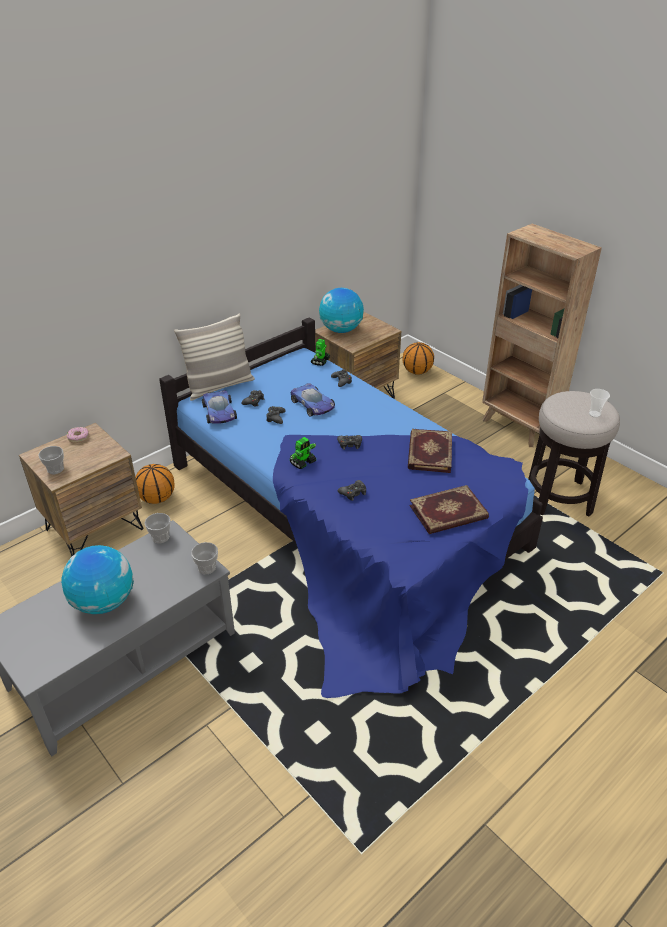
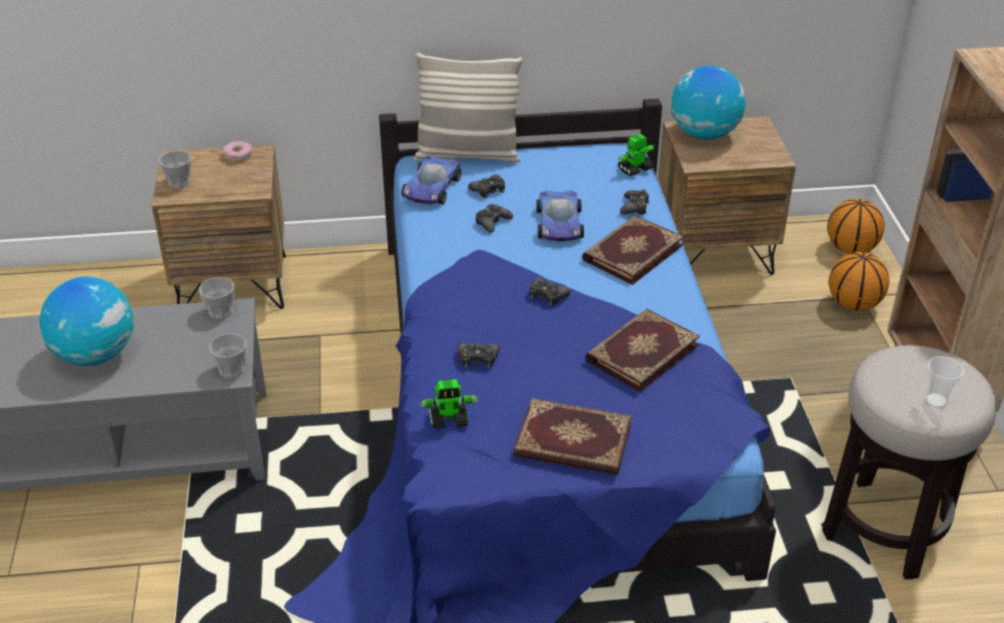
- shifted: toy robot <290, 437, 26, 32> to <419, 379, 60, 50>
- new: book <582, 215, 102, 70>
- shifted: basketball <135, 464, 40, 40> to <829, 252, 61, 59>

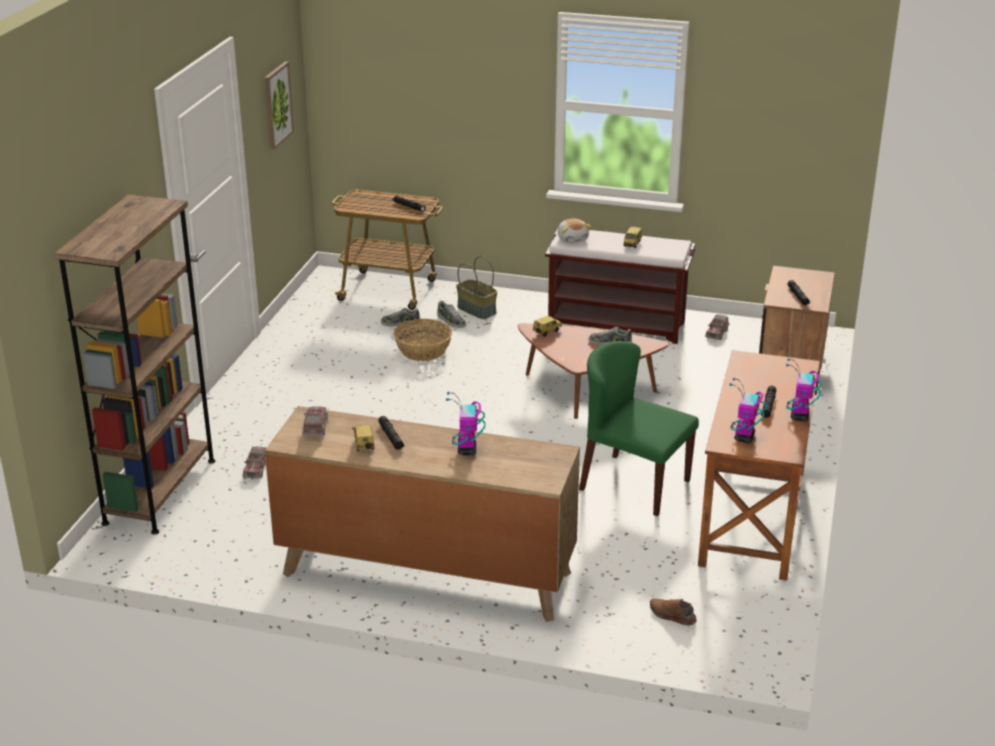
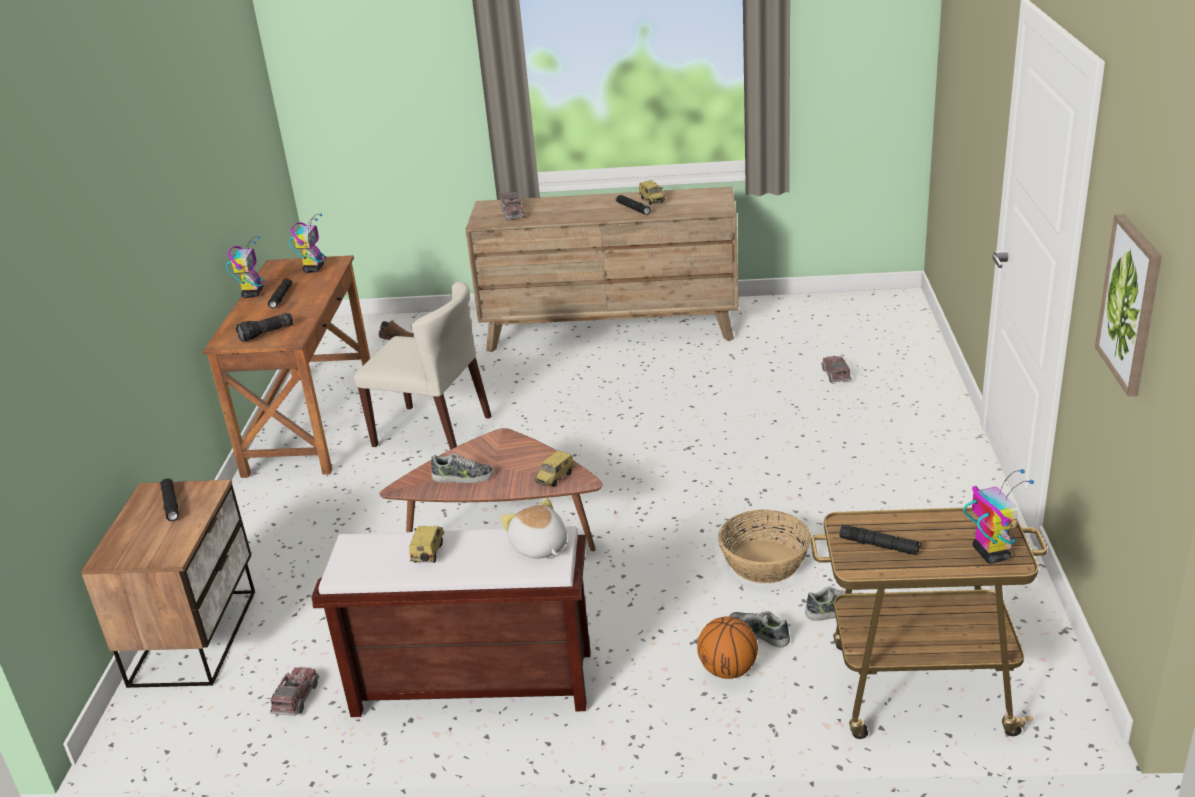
- new: flashlight <236, 313, 57, 29>
- repainted: plain chair in greenish <579, 341, 120, 175> to plain chair in beige <354, 282, 137, 168>
- shifted: model truck <302, 406, 26, 30> to <501, 191, 24, 29>
- swapped: household basket <456, 256, 41, 63> to basketball <697, 616, 61, 63>
- shifted: toy robot <446, 392, 40, 63> to <963, 469, 71, 94>
- gone: bookcase in brown-coloured <54, 194, 161, 340>

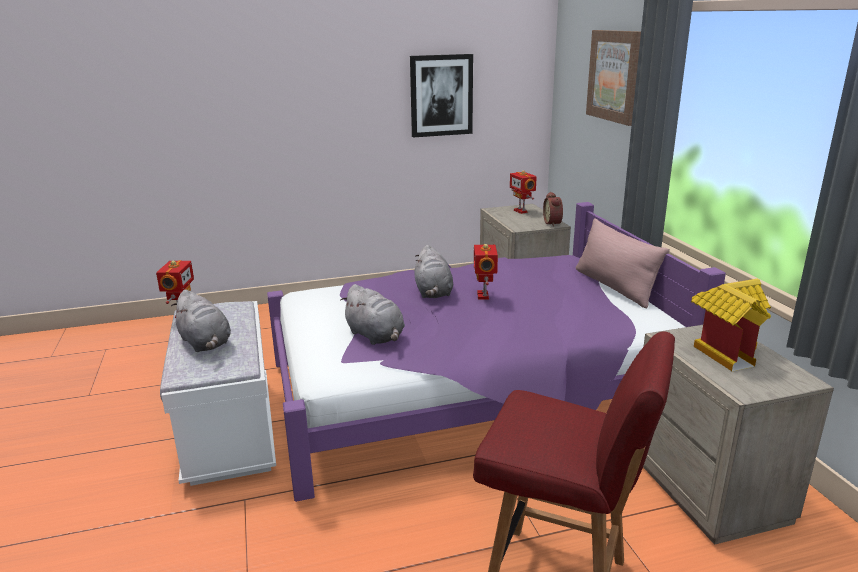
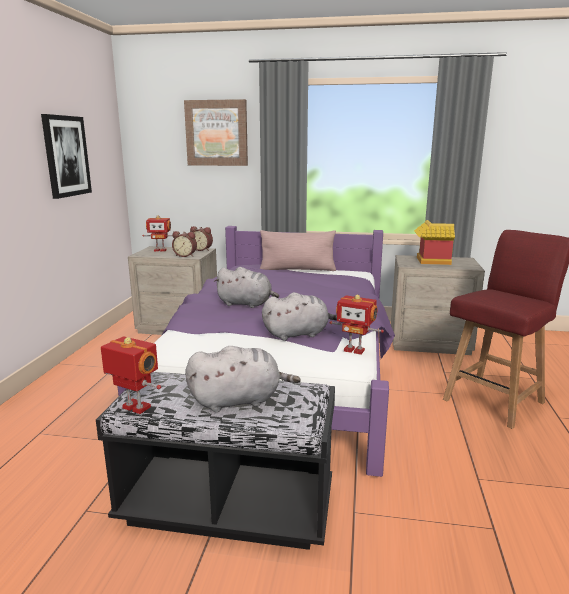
- repainted: bench in white-coloured <160, 301, 116, 185> to bench in black <96, 372, 239, 178>
- new: alarm clock <172, 231, 25, 26>
- shifted: toy robot <473, 244, 25, 55> to <330, 295, 54, 60>

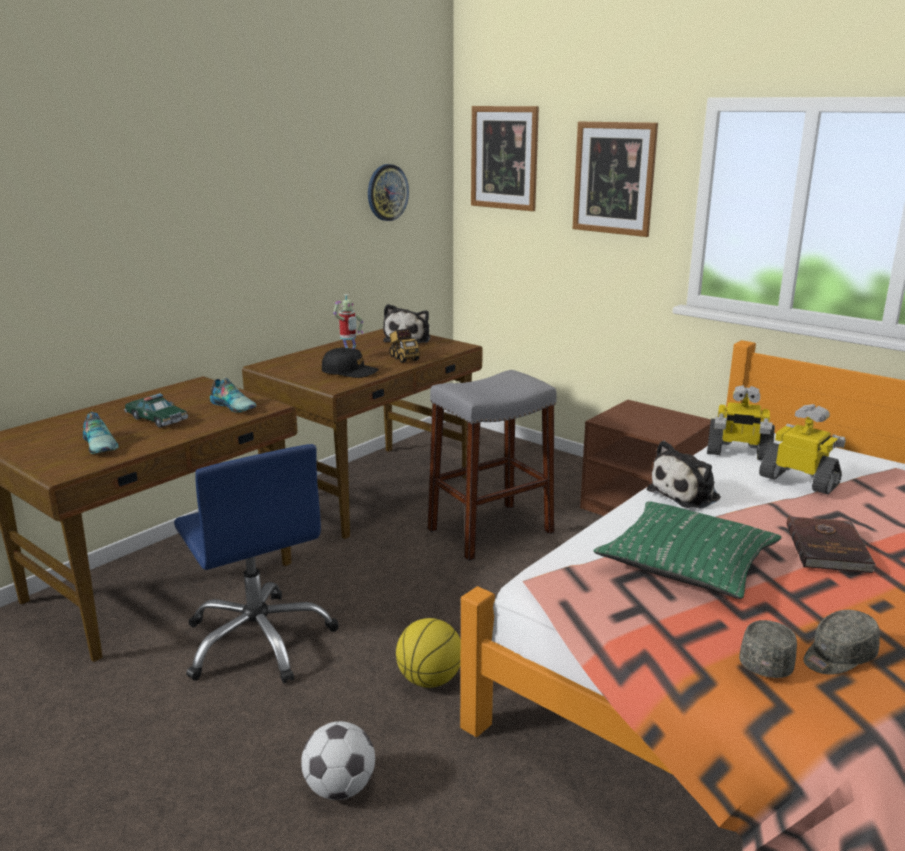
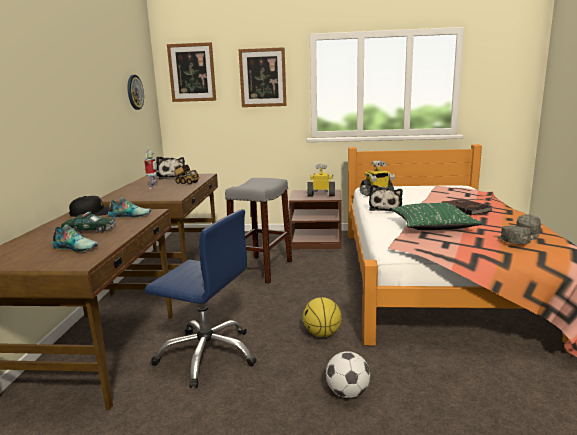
- shifted: cap in black <322, 347, 57, 31> to <69, 196, 40, 21>
- shifted: toy robot <759, 404, 87, 90> to <307, 163, 28, 33>

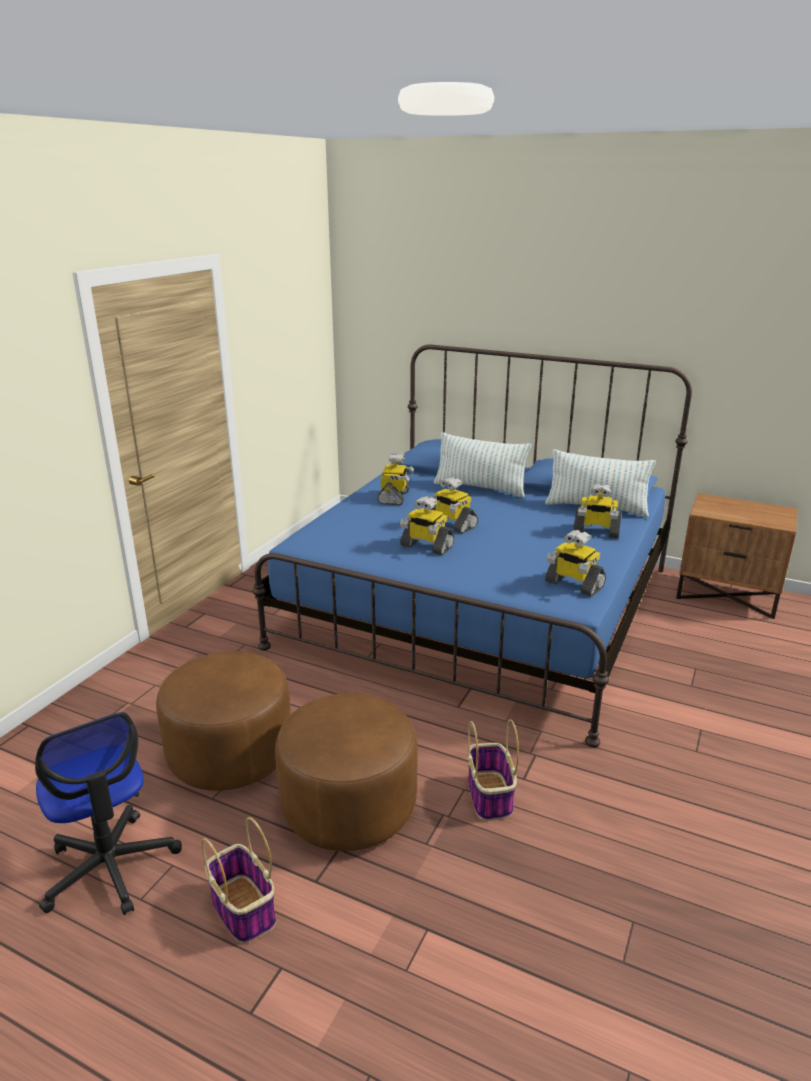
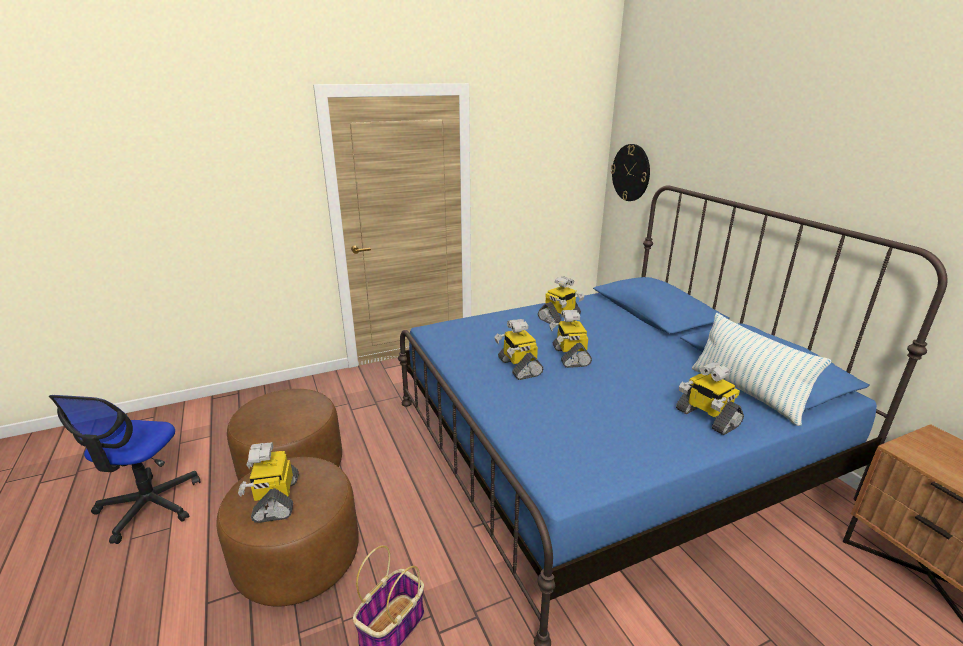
- shifted: toy robot <545, 530, 61, 67> to <238, 442, 61, 81>
- new: hanging clock <611, 144, 39, 57>
- gone: household basket <201, 817, 75, 127>
- gone: pillow <434, 432, 98, 65>

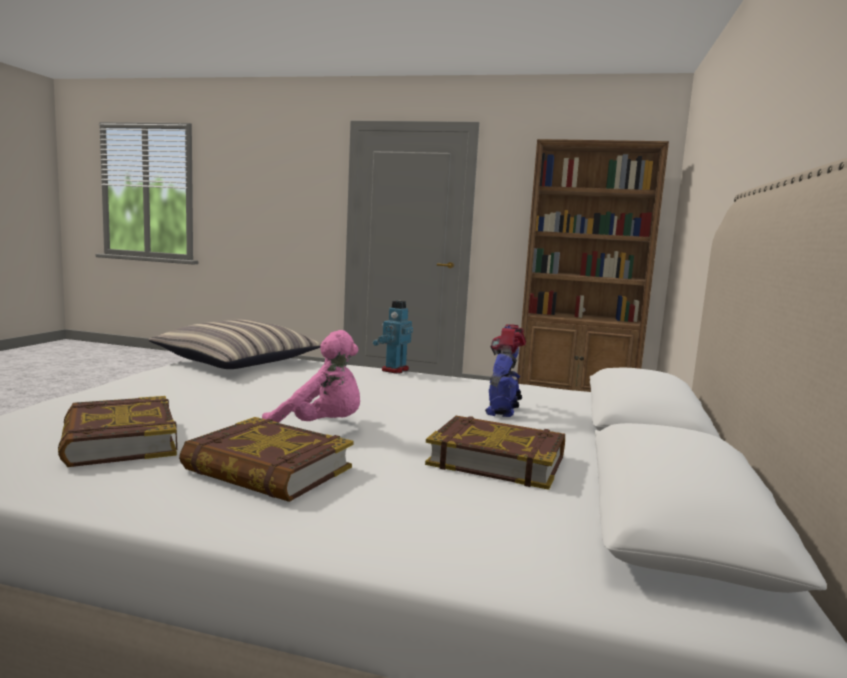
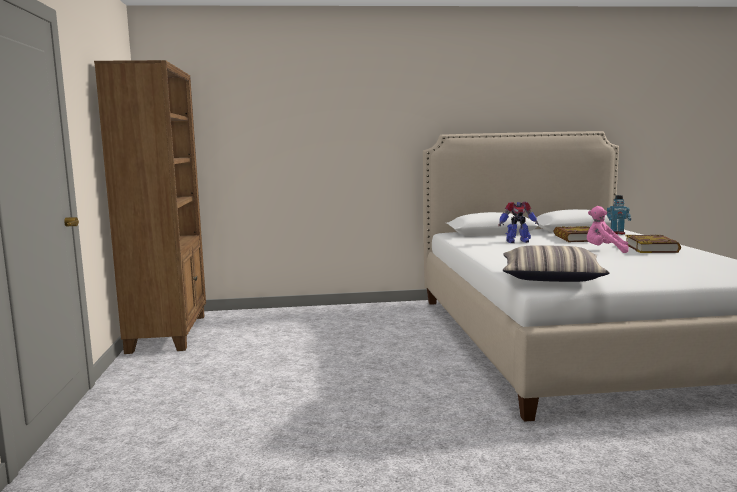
- rotated: cuddly toy in pink <262, 330, 98, 93> = <587, 206, 42, 47> 60 degrees counterclockwise
- shifted: toy robot <373, 300, 40, 74> to <607, 195, 24, 40>
- gone: book <58, 396, 119, 71>

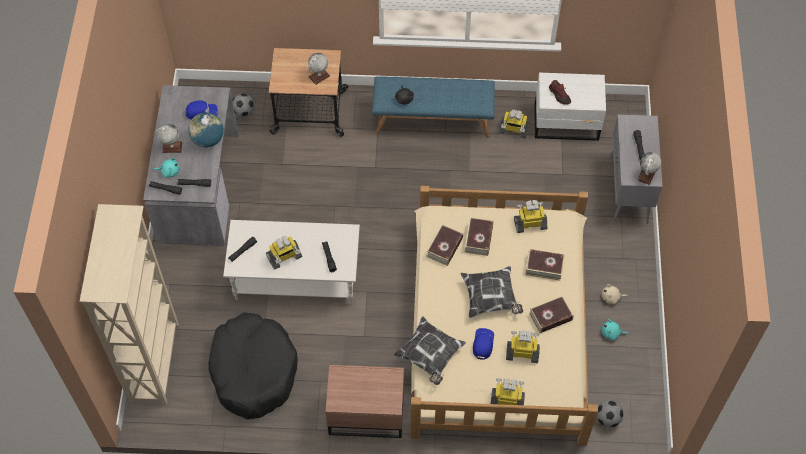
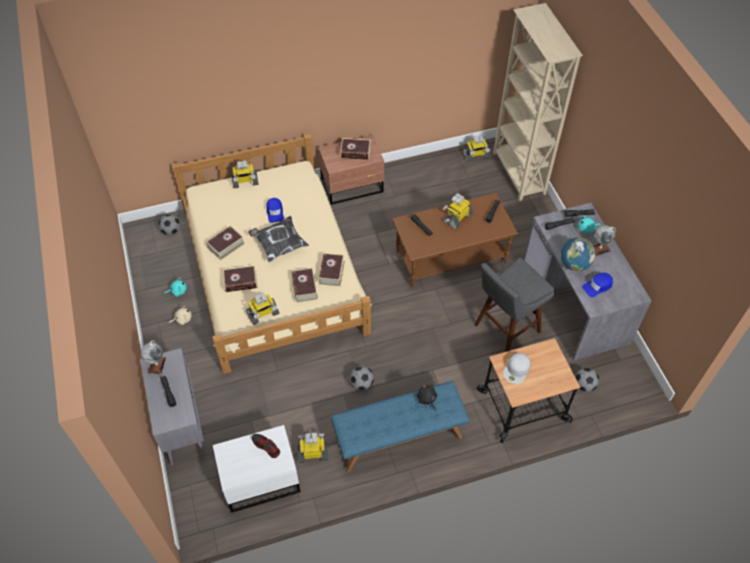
- new: book <340, 138, 31, 22>
- new: football ball <350, 366, 24, 24>
- repainted: lounge table in white-coloured <223, 220, 137, 85> to lounge table in brown-coloured <392, 193, 126, 95>
- shifted: toy robot <506, 330, 34, 33> to <463, 135, 27, 27>
- new: stool in gray <474, 257, 81, 95>
- swapped: globe <308, 53, 22, 32> to cap in white-coloured <503, 353, 28, 31>
- gone: dog cushion in black <208, 312, 90, 107>
- gone: pillow <393, 316, 73, 69>

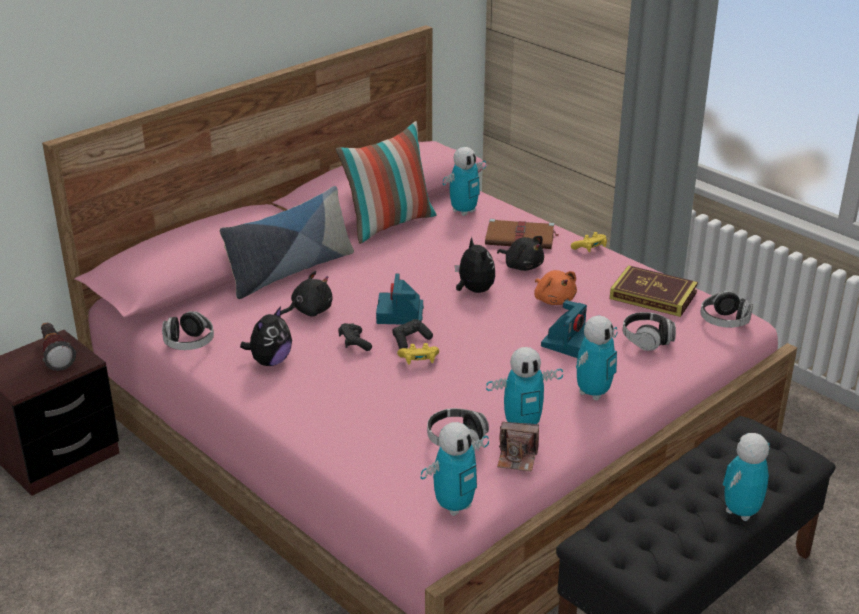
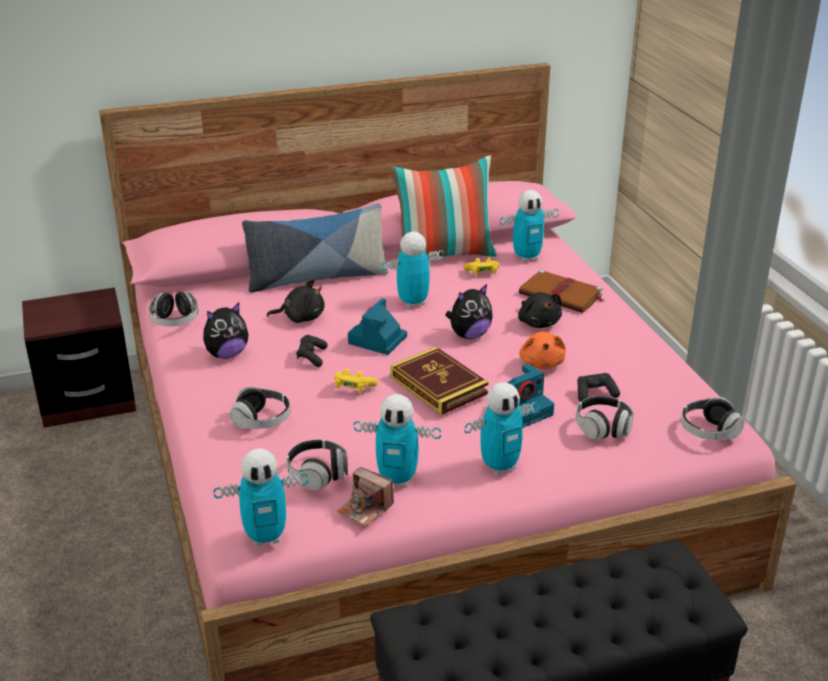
- new: headphones <230, 387, 60, 42>
- shifted: toy robot <723, 433, 47, 88> to <381, 231, 63, 77>
- shifted: book <610, 265, 88, 52> to <390, 347, 99, 68>
- rotated: cuddly toy <455, 237, 40, 56> = <445, 284, 48, 55> 60 degrees clockwise
- shifted: joypad in yellow-coloured <571, 232, 36, 20> to <463, 257, 36, 19>
- shifted: joypad in black <392, 319, 41, 30> to <577, 373, 43, 29>
- gone: flashlight <41, 322, 35, 49>

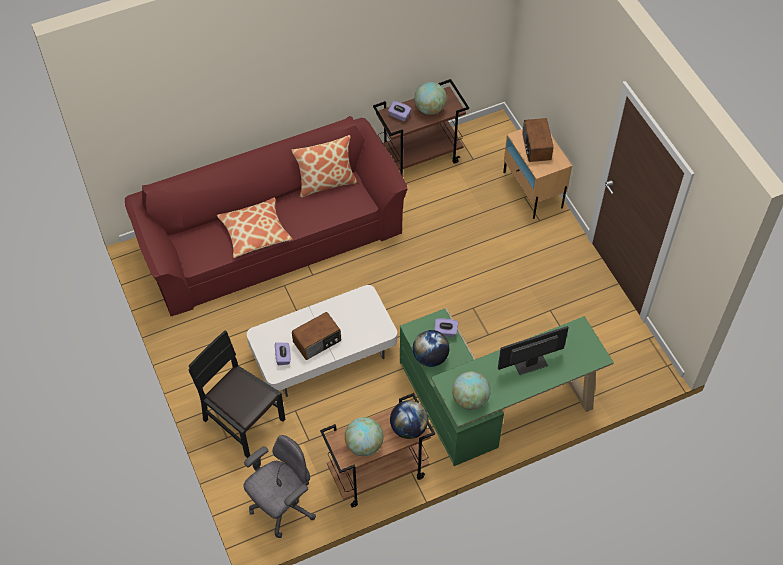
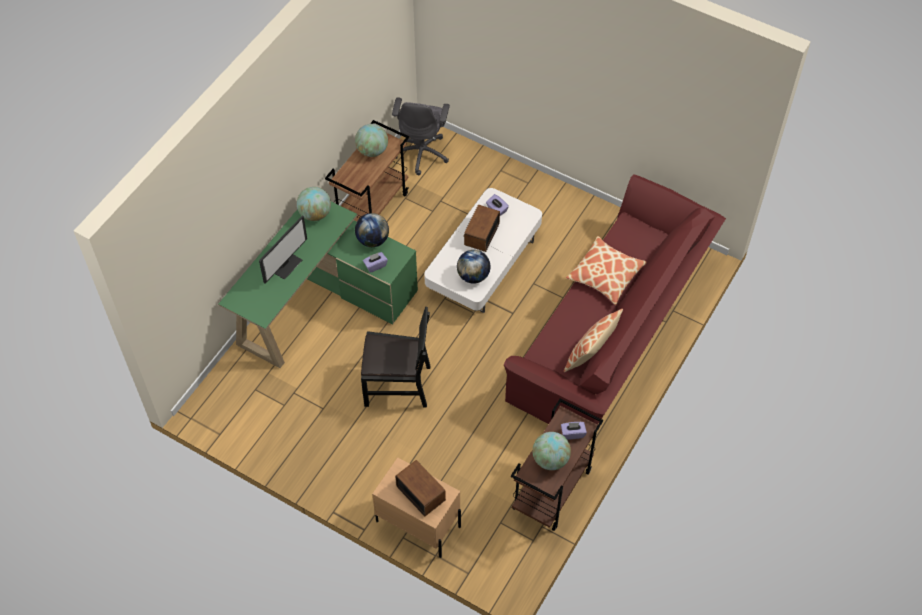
- shifted: plain chair in black <188, 330, 97, 128> to <361, 307, 70, 101>
- shifted: globe <390, 400, 38, 39> to <457, 250, 34, 34>

